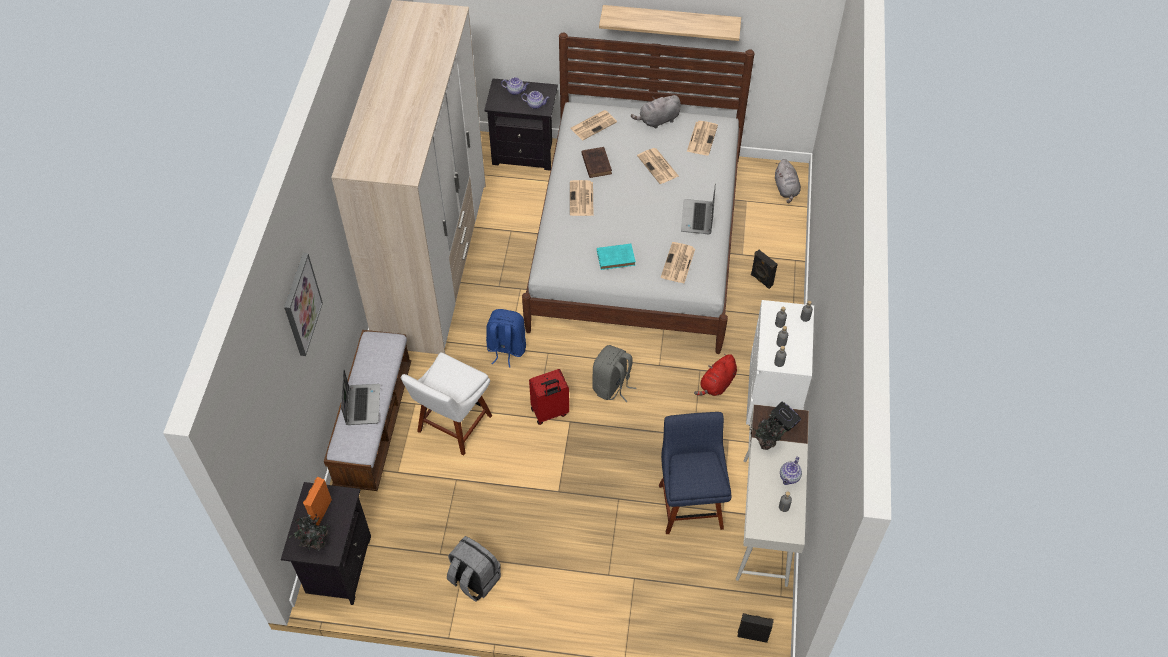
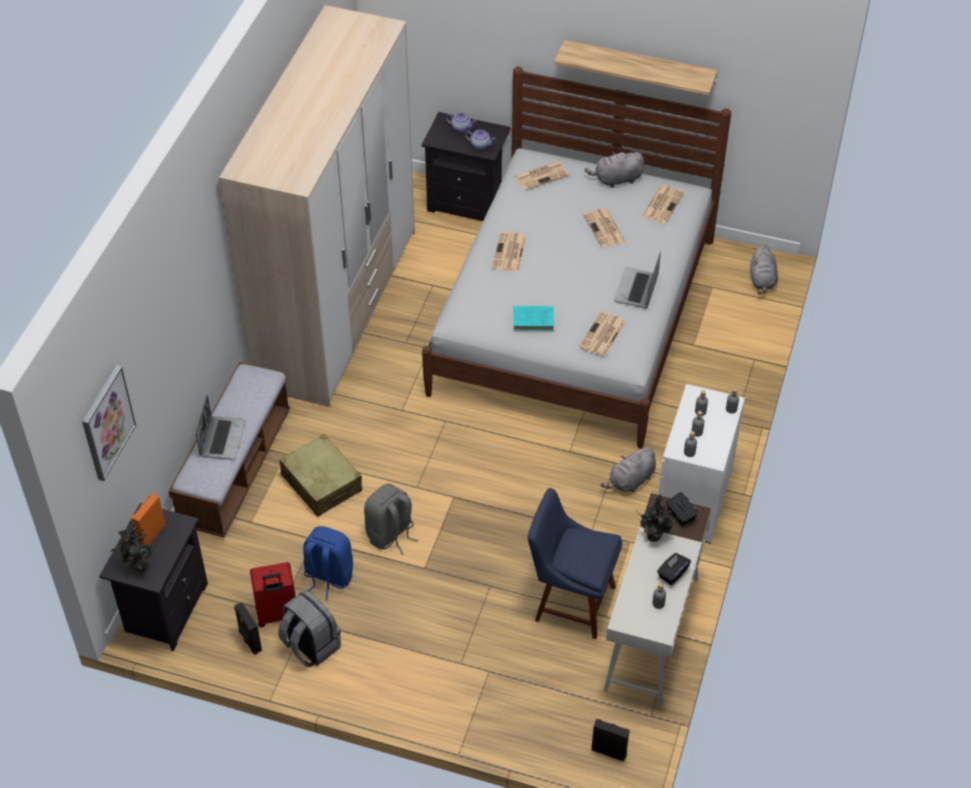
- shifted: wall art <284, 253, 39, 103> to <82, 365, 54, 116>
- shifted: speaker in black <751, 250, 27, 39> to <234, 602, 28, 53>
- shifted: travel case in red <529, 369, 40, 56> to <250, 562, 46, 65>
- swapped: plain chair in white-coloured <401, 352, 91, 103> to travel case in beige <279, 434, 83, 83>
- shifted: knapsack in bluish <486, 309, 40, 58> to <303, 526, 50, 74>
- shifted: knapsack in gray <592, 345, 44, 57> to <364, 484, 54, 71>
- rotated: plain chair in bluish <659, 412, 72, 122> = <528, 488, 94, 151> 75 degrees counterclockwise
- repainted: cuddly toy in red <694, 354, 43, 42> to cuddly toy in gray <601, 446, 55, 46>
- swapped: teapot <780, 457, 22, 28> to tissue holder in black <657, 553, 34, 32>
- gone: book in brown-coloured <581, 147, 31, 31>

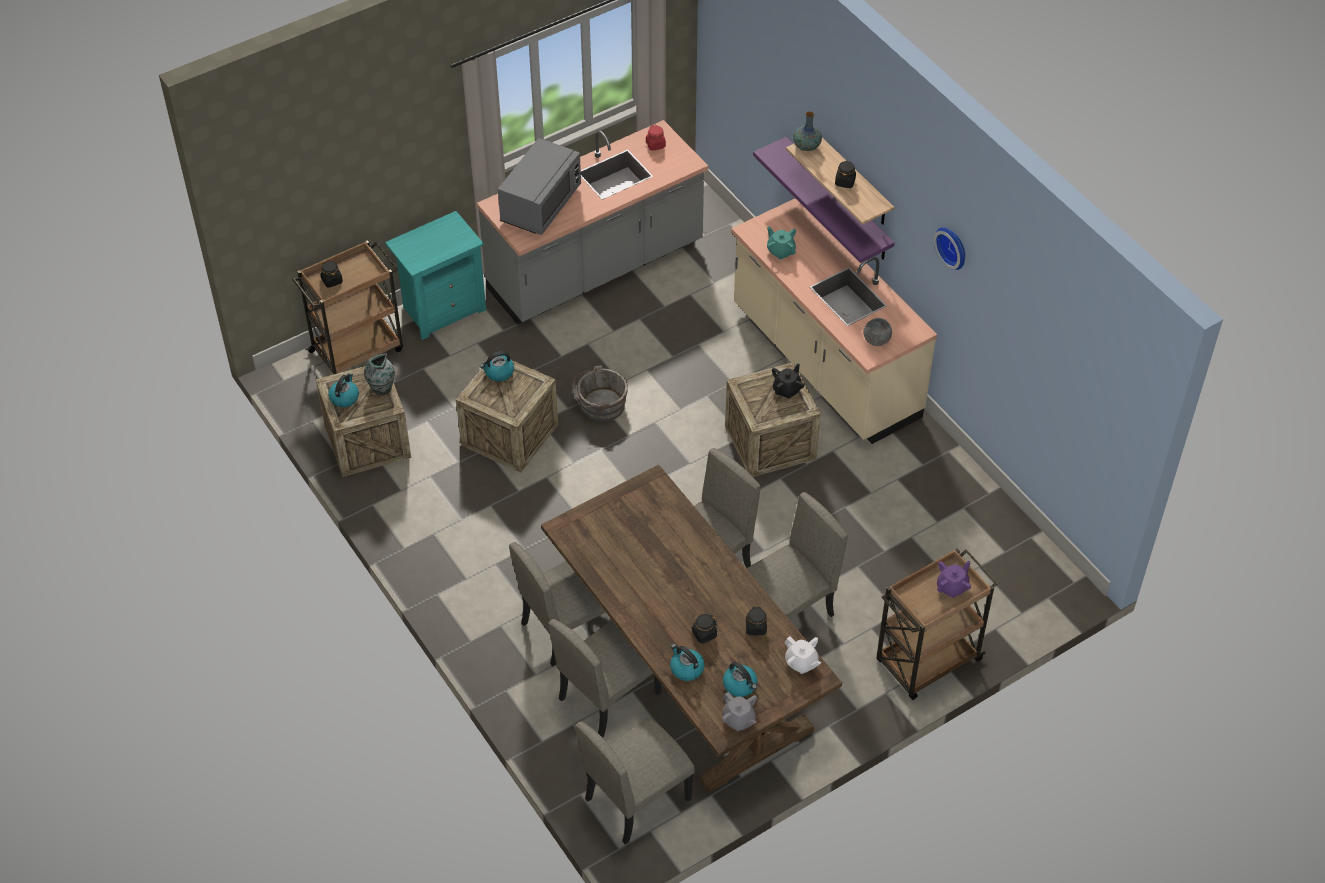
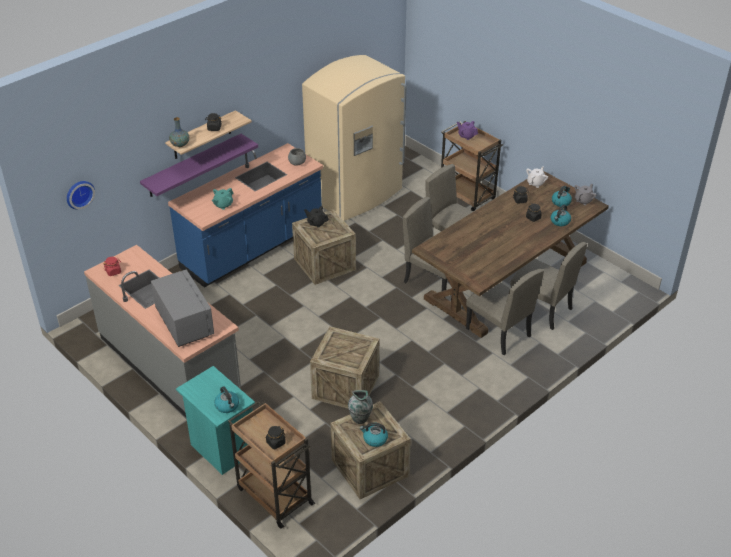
- shifted: hanging clock <934, 227, 31, 43> to <67, 181, 28, 28>
- rotated: microwave oven in gray <498, 138, 83, 97> = <151, 269, 63, 78> 45 degrees clockwise
- repainted: kitchen counter in beige <731, 198, 206, 246> to kitchen counter in bluish <168, 143, 155, 145>
- shifted: tea kettle <480, 352, 34, 29> to <214, 387, 25, 26>
- new: refrigerator in beige <302, 55, 105, 166>
- gone: water bucket in gray <572, 365, 56, 57>
- gone: plain chair in beige <576, 718, 119, 127>

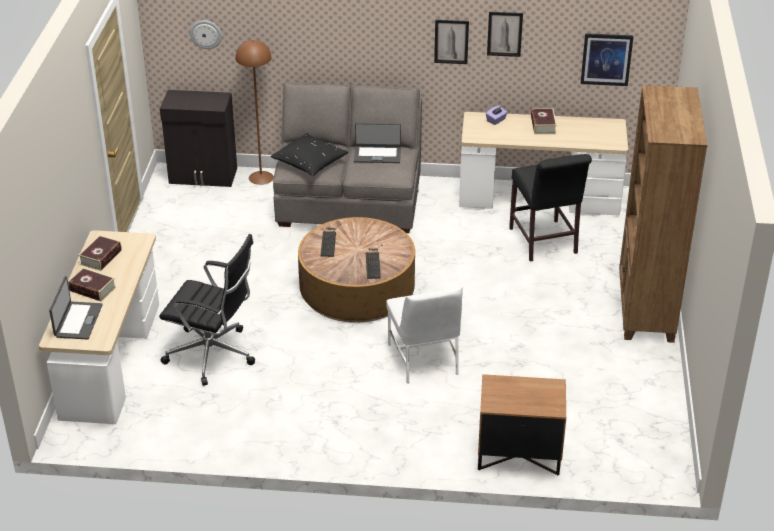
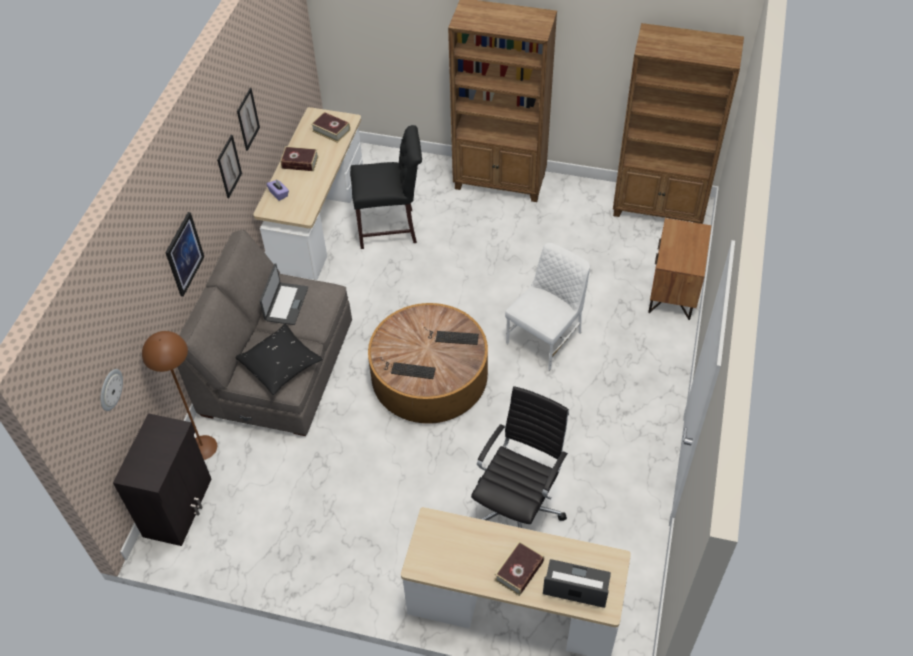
- shifted: wall art <581, 33, 53, 53> to <165, 212, 39, 85>
- shifted: book <78, 235, 44, 36> to <311, 112, 39, 31>
- rotated: plain chair in white-coloured <386, 286, 77, 97> = <505, 243, 85, 127> 45 degrees counterclockwise
- new: bookcase in brown-coloured <613, 23, 131, 201>

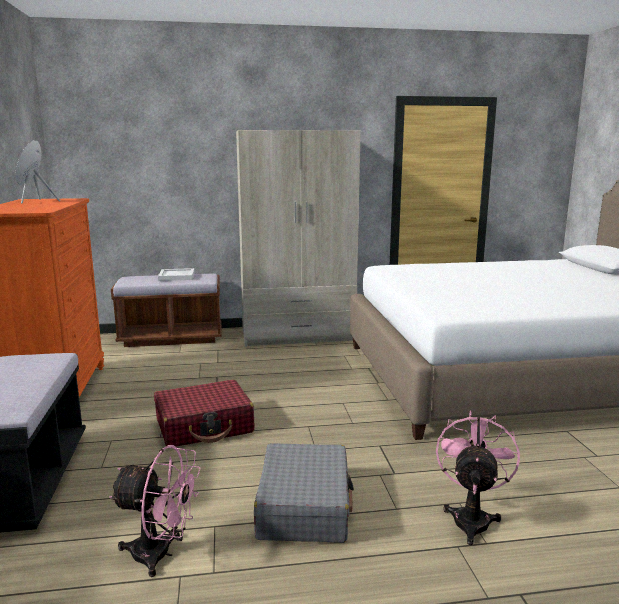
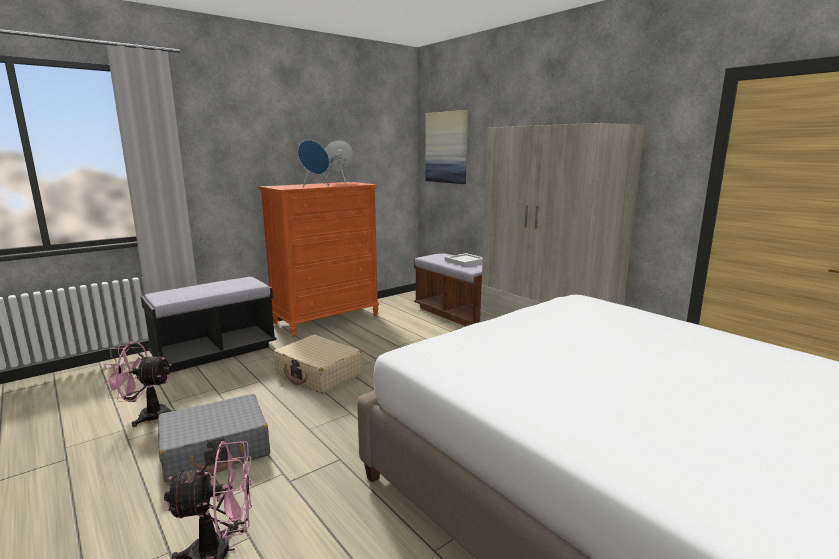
- rotated: cooling fan in pink <109, 445, 92, 132> = <102, 342, 74, 85> 105 degrees clockwise
- repainted: travel case in red <154, 380, 100, 67> to travel case in beige <273, 334, 89, 60>
- new: speaker in bluish <298, 140, 31, 48>
- new: wall art <425, 110, 43, 74>

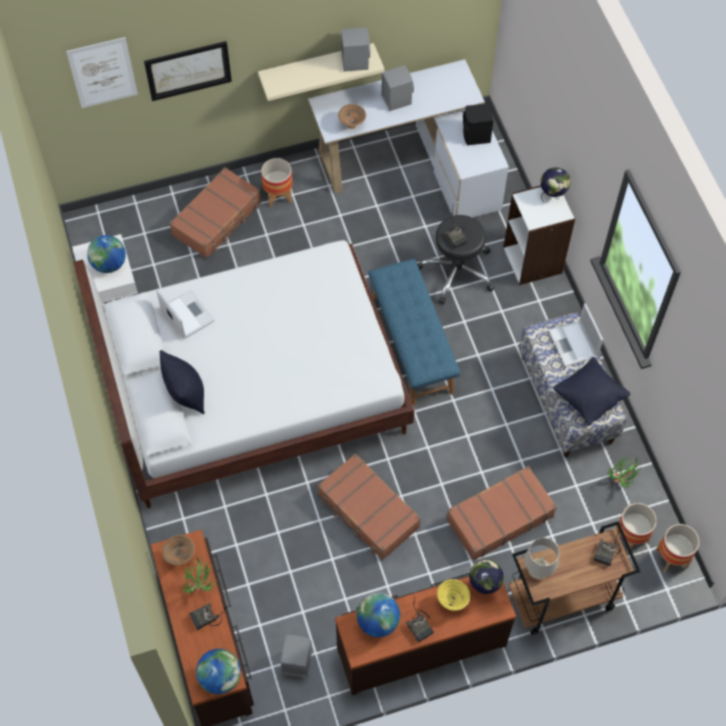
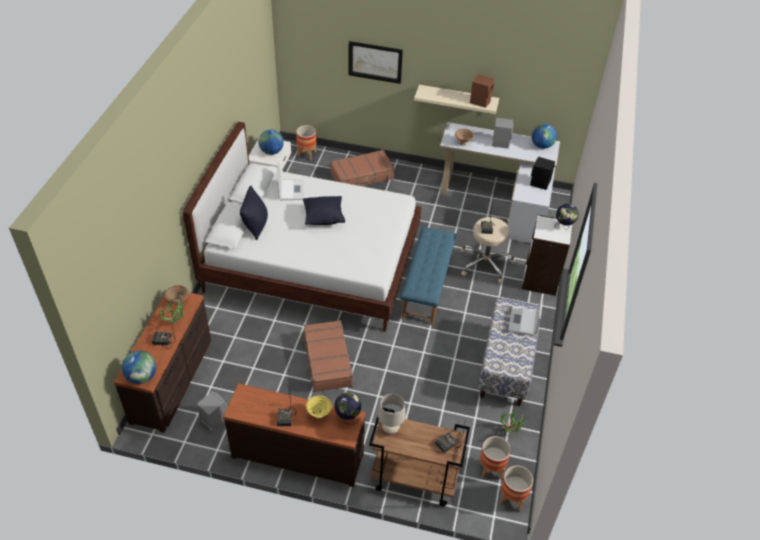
- shifted: flower pot <261, 158, 32, 49> to <296, 125, 21, 35>
- shifted: pillow in black <553, 357, 77, 69> to <303, 196, 42, 29>
- repainted: stool in black <417, 215, 78, 90> to stool in beige <460, 217, 56, 66>
- repainted: speaker in gray <341, 28, 29, 43> to speaker in brown-coloured <470, 74, 24, 34>
- shifted: globe <357, 593, 43, 44> to <532, 123, 25, 26>
- gone: wall art <66, 37, 72, 71>
- gone: travel case in brown-coloured <446, 466, 111, 95>

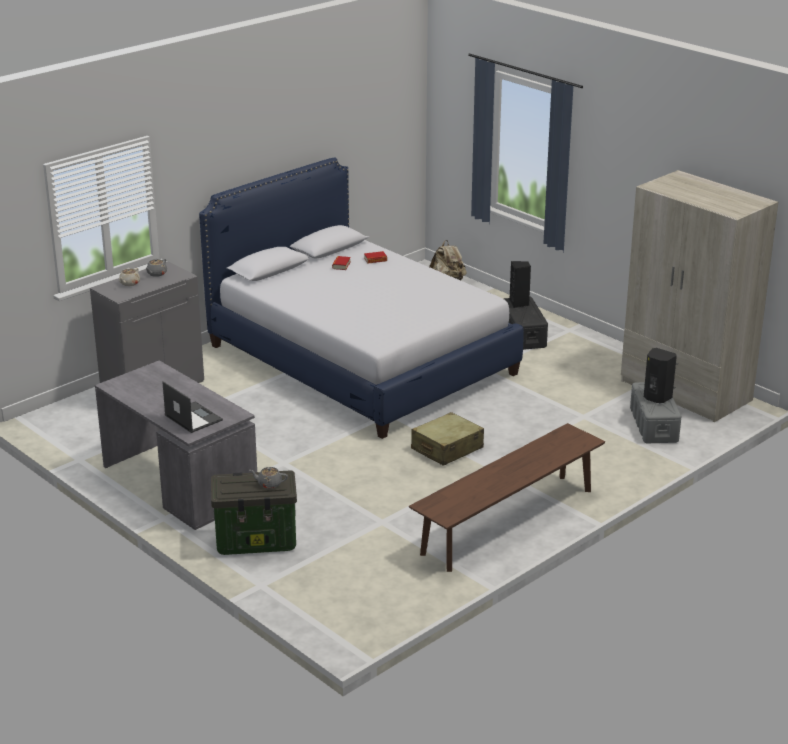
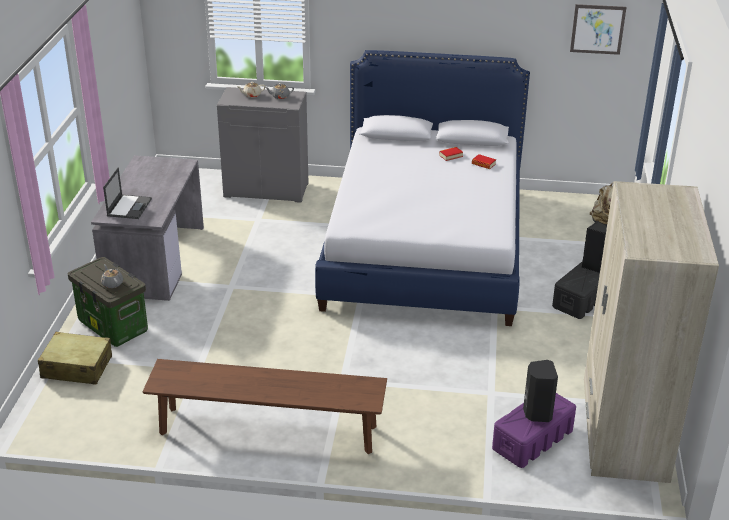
- shifted: travel case in beige <411, 412, 73, 54> to <38, 332, 74, 53>
- repainted: storage box in gray <630, 382, 51, 61> to storage box in purplish <492, 393, 84, 75>
- new: wall art <570, 4, 57, 51>

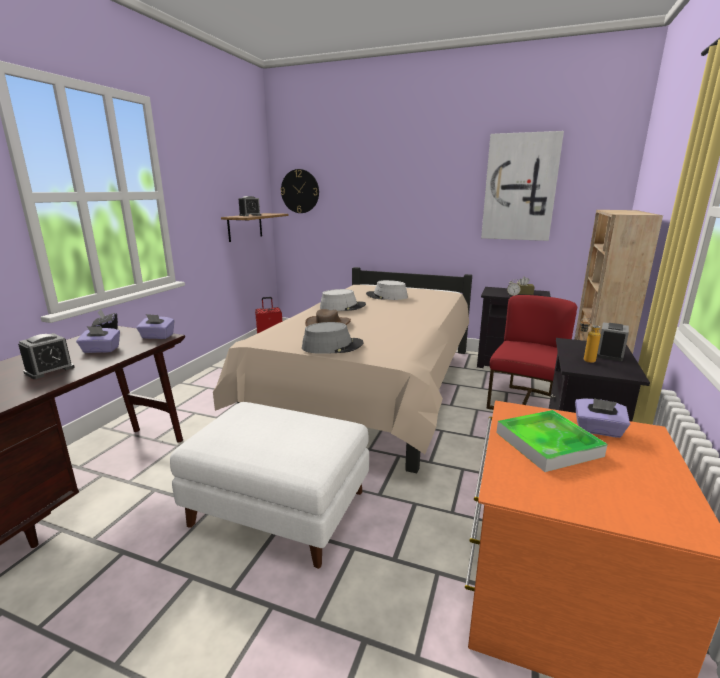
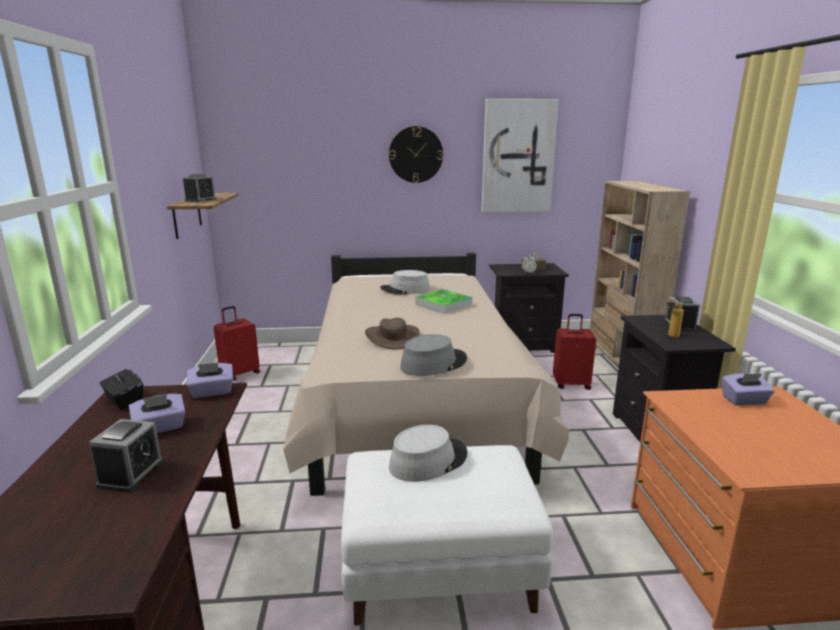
- shifted: hanging clock <280, 169, 39, 44> to <389, 126, 54, 57>
- shifted: wearable hat in gray <320, 289, 46, 22> to <389, 425, 79, 57>
- shifted: serving tray <496, 410, 112, 62> to <415, 289, 57, 25>
- swapped: plain chair in red <487, 295, 90, 115> to travel case in red <553, 314, 43, 76>

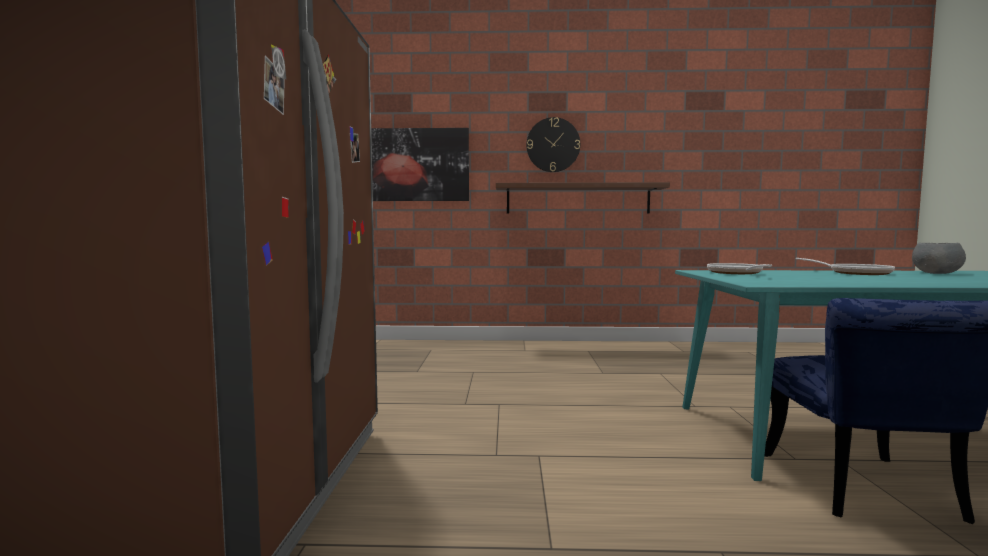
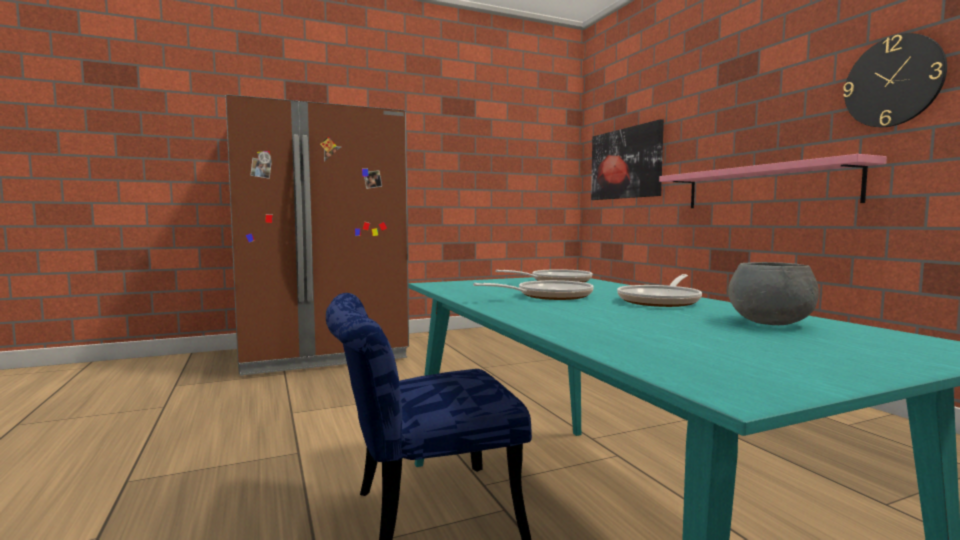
- new: frying pan <473, 280, 121, 20>
- repainted: shelf in brown-coloured <496, 182, 174, 32> to shelf in pink <659, 154, 228, 54>
- shifted: hanging clock <526, 117, 54, 55> to <843, 33, 104, 94>

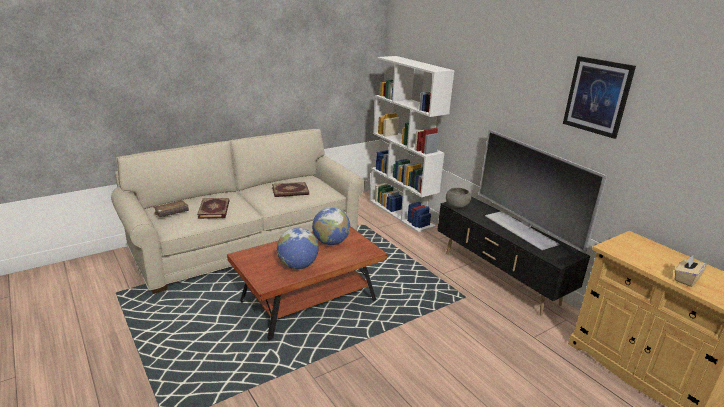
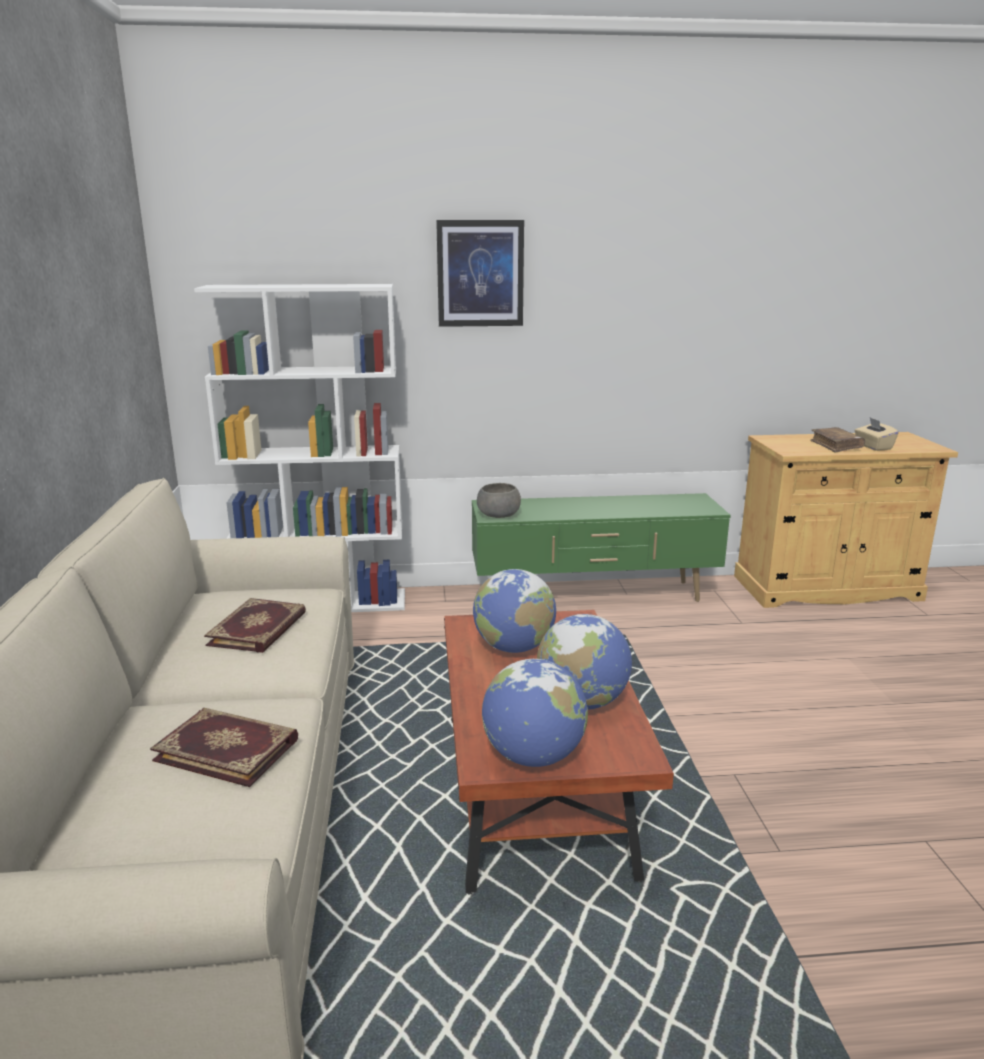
- shifted: wall art <563, 56, 73, 83> to <436, 220, 88, 107>
- repainted: tv unit in black <437, 197, 153, 119> to tv unit in greenish <472, 493, 259, 109>
- new: globe <482, 659, 106, 108>
- shifted: book in brown-coloured <153, 200, 36, 17> to <810, 427, 55, 26>
- gone: TV set <479, 129, 128, 125>

